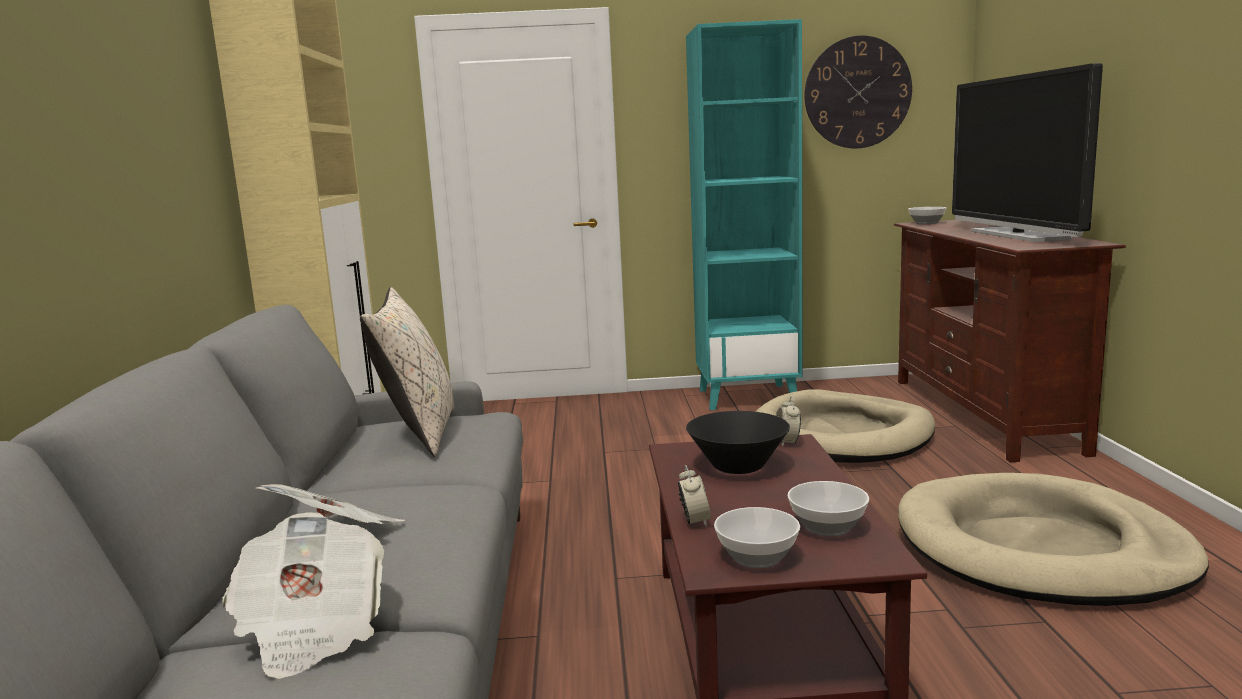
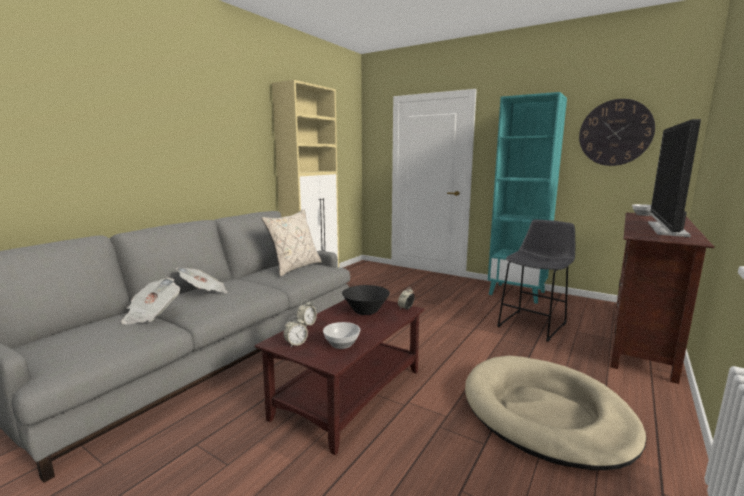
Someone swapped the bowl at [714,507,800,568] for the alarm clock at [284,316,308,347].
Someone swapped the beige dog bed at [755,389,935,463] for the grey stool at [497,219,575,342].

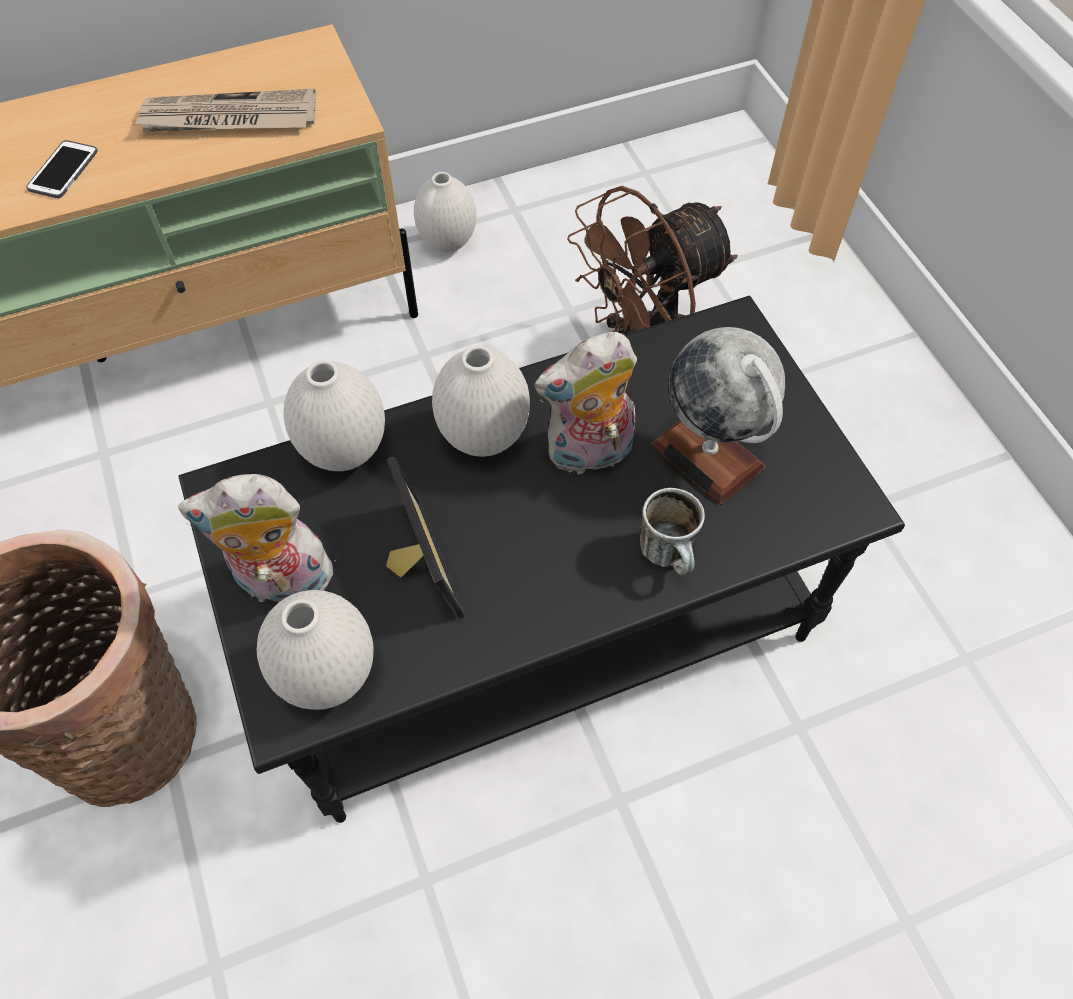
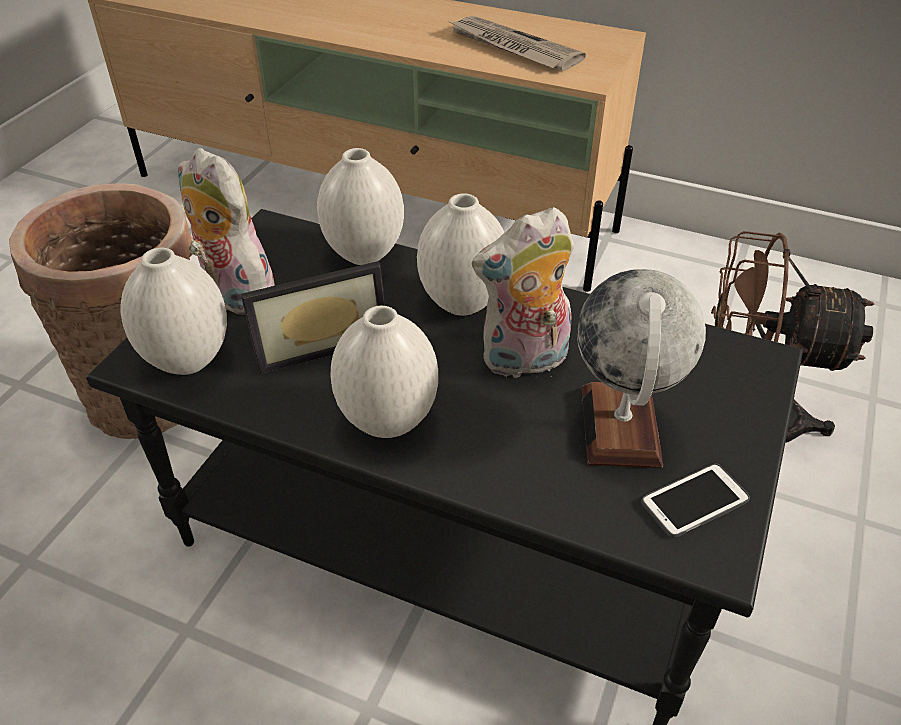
Someone rotated the picture frame at [386,457,465,620] by 45 degrees clockwise.
Someone carried the white vase from [414,172,477,252] to [331,306,438,438].
Someone rotated the plush toy at [534,332,637,474] by 45 degrees counterclockwise.
Someone carried the phone from [26,140,98,198] to [641,464,750,538].
Someone took away the mug at [640,488,705,575].

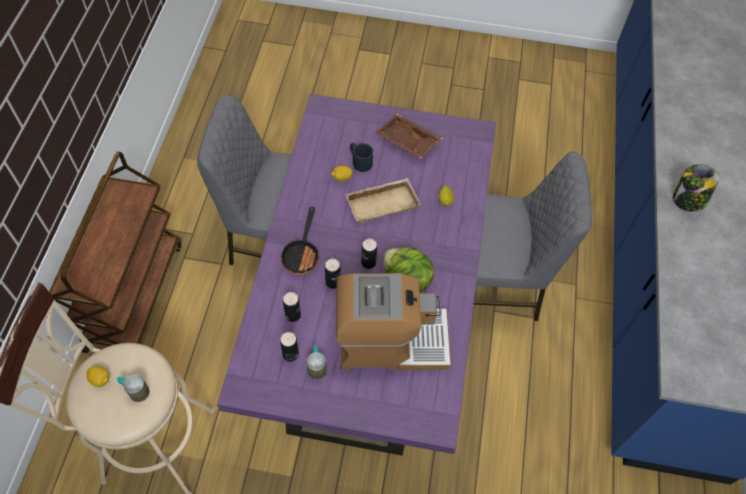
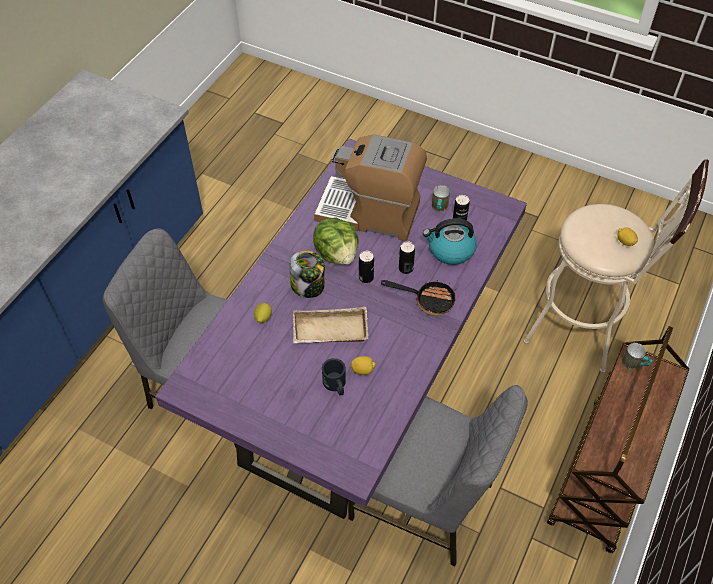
Someone carried the jar from [673,164,720,212] to [290,251,325,298].
Someone rotated the frying pan at [280,207,320,275] by 75 degrees clockwise.
Someone swapped the can at [283,292,301,322] for the kettle at [423,218,477,265].
Someone carried the mug from [117,374,150,402] to [622,343,652,370].
Someone took away the brown tray at [375,114,443,159].

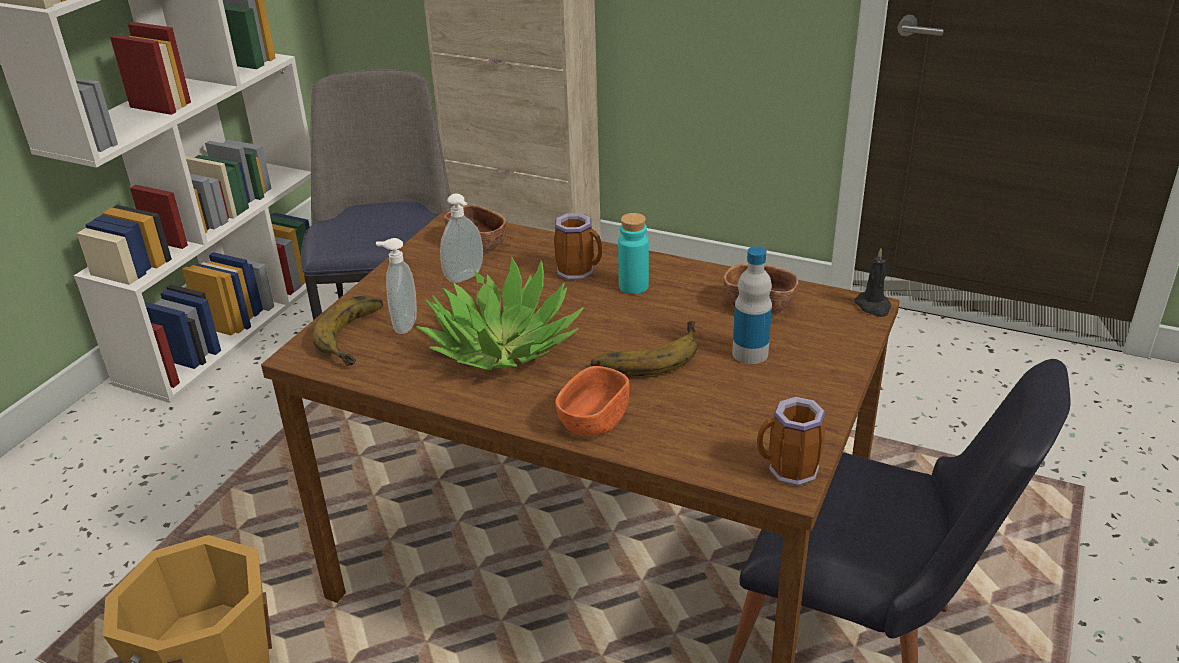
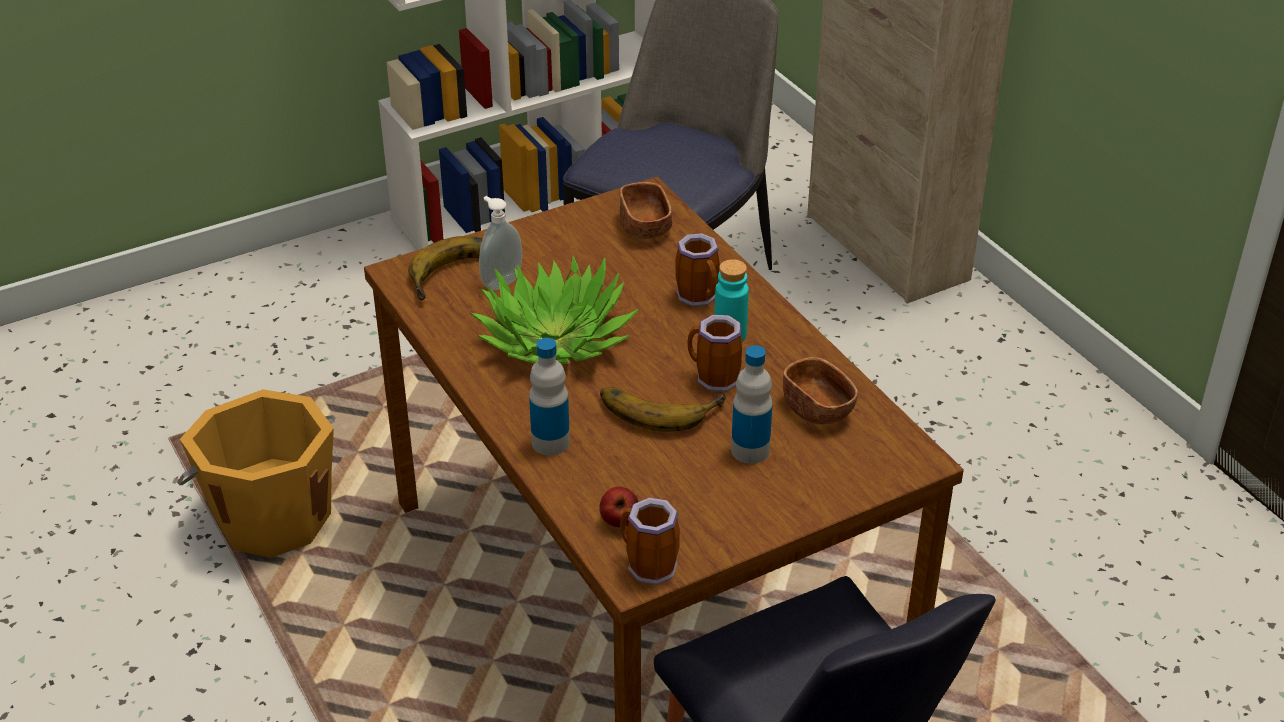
Someone swapped the orange bowl at [555,366,629,436] for the bottle at [529,338,570,456].
Someone put down the apple at [599,487,638,527].
Someone put down the mug at [687,315,742,392].
Someone took away the soap dispenser at [440,193,483,283].
Someone took away the black candle at [854,248,891,317].

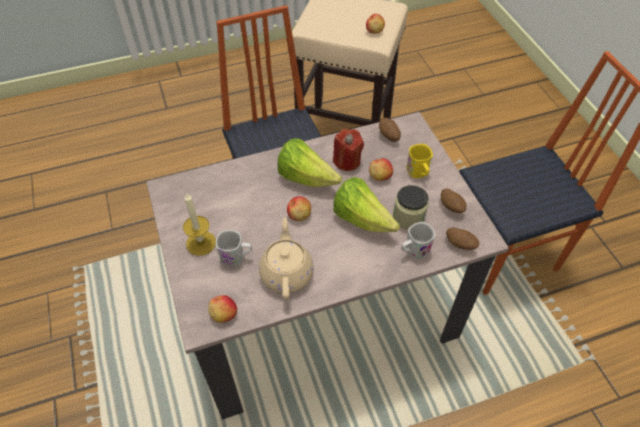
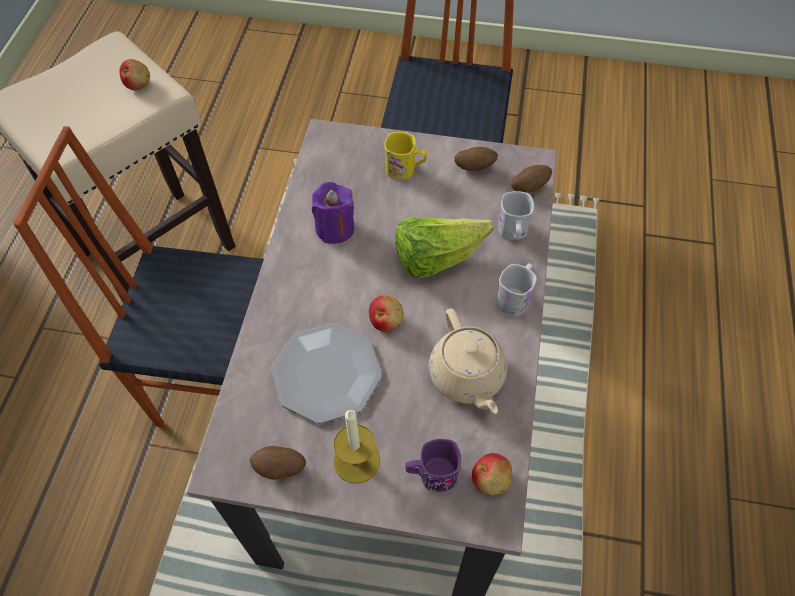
Someone carried the potato from [379,118,401,142] to [250,446,306,480].
Someone put down the plate at [271,323,382,424].
Someone repainted the red candle at [333,129,364,171], which became the purple candle at [312,182,354,244].
Someone put down the purple mug at [405,439,461,492].
Someone rotated the beige teapot at [259,218,314,300] by 135 degrees counterclockwise.
Someone carried the white mug from [216,230,252,267] to [496,263,537,316].
Someone took away the lettuce at [277,138,342,187].
Someone took away the apple at [369,158,393,181].
Someone took away the jar at [393,185,429,230].

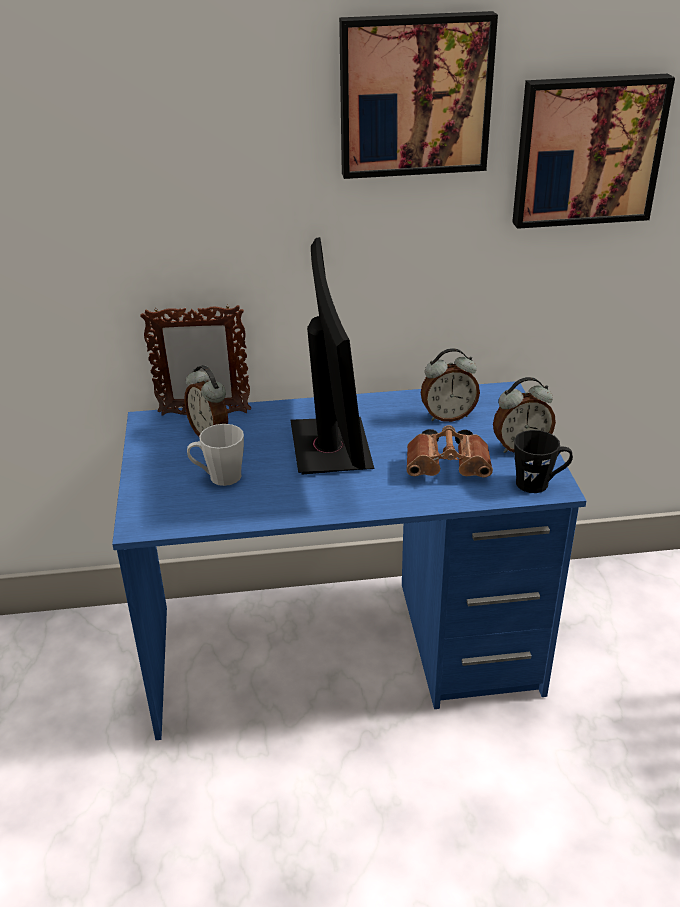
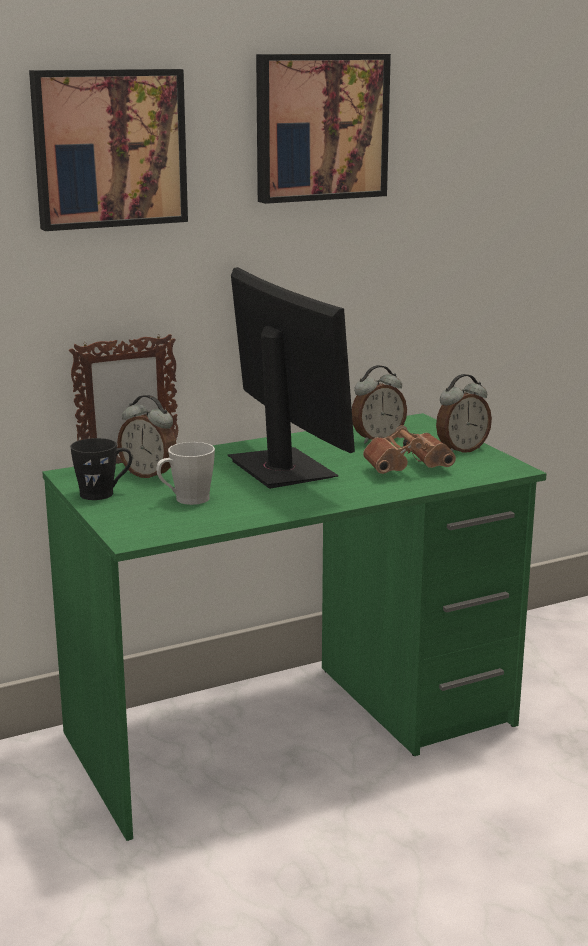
Someone carried the picture from [512,74,675,229] to [29,69,188,231].
Someone repainted the blue desk at [112,381,586,740], which became the green desk at [42,413,547,841].
Someone carried the black mug from [514,430,573,493] to [70,438,132,500].

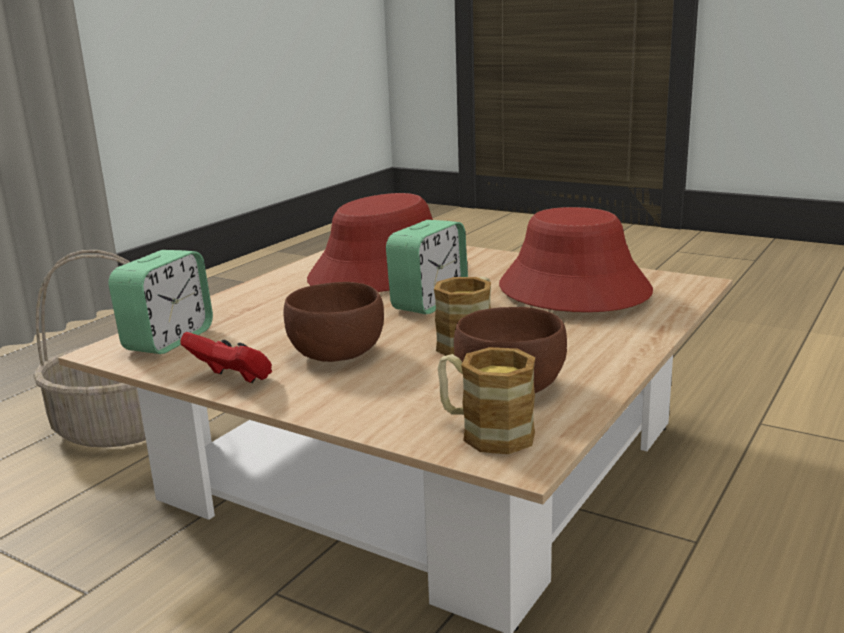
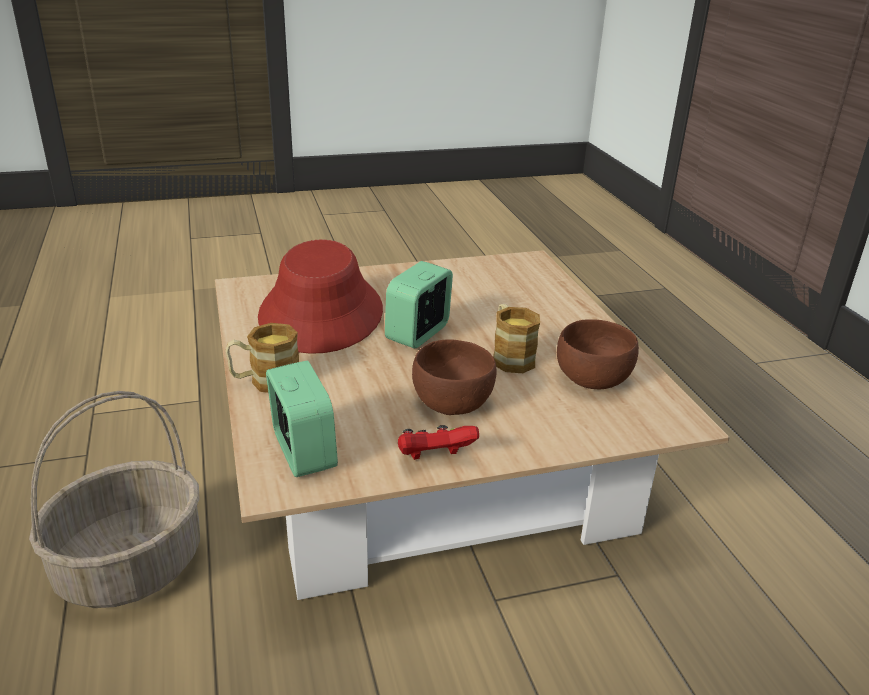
Someone carried the mug from [438,347,535,454] to [225,323,299,393].
Someone rotated the alarm clock at [386,220,468,314] by 135 degrees counterclockwise.
Someone took away the red hat at [499,207,653,312].

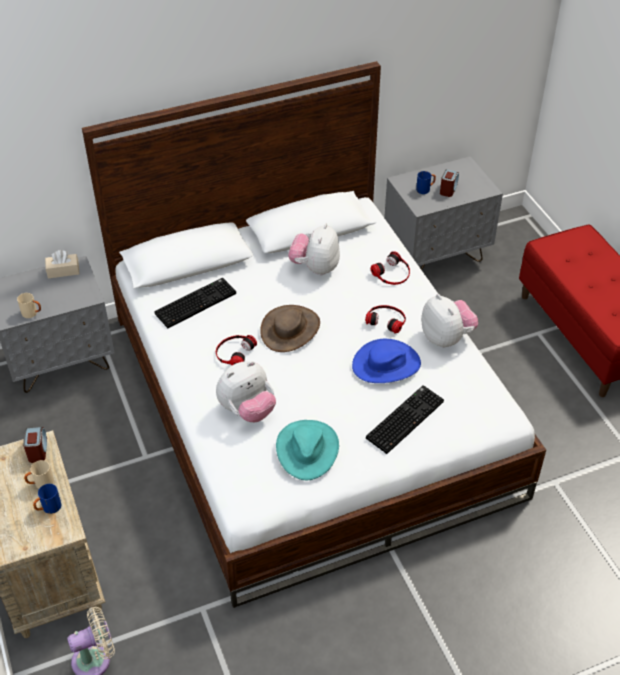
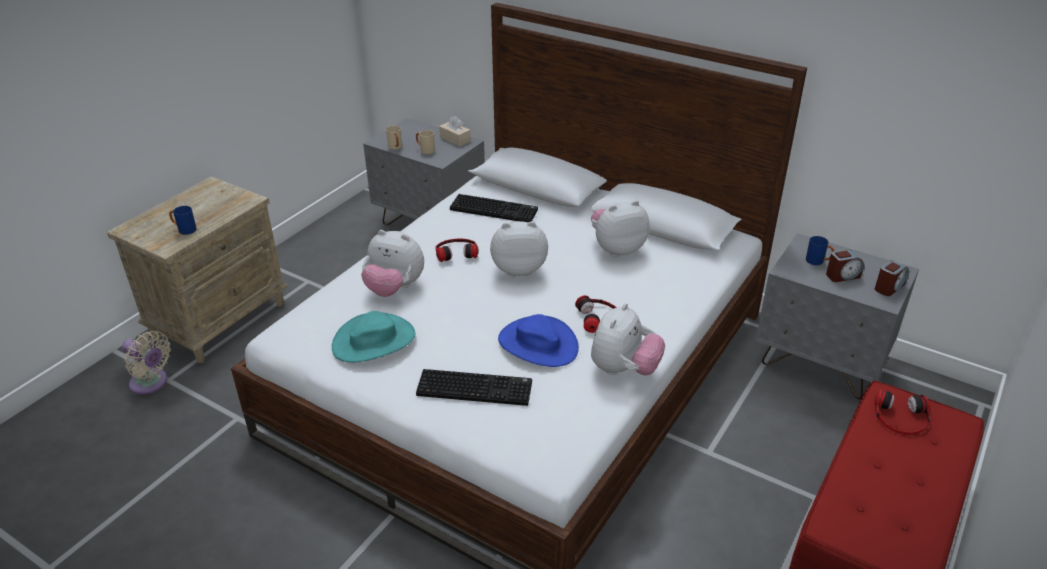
Someone carried the beige mug from [24,460,54,489] to [416,130,435,154].
Someone swapped the brown hat at [260,305,320,352] for the plush toy at [490,221,548,277].
Someone carried the headphones from [371,251,410,285] to [874,389,930,435].
Someone carried the alarm clock from [23,427,47,463] to [875,260,909,296].

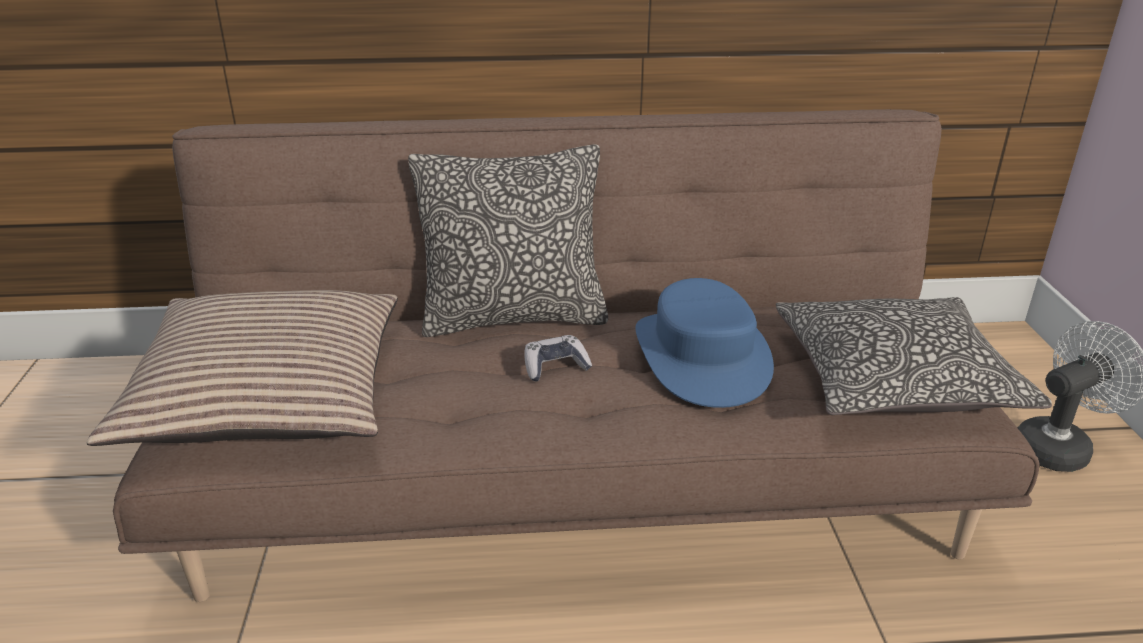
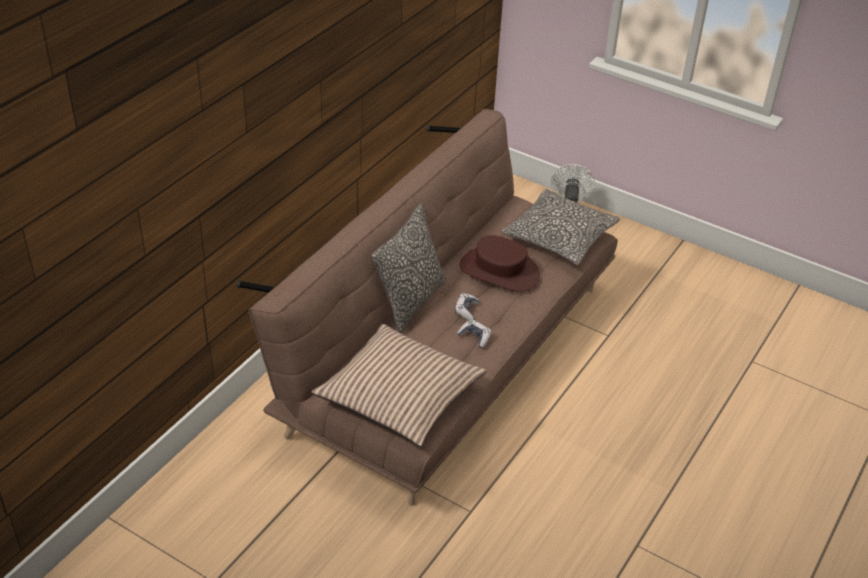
Someone put down the game controller at [457,320,491,348].
Someone repainted the blue hat at [635,278,774,408], which became the brown hat at [460,235,540,292].

